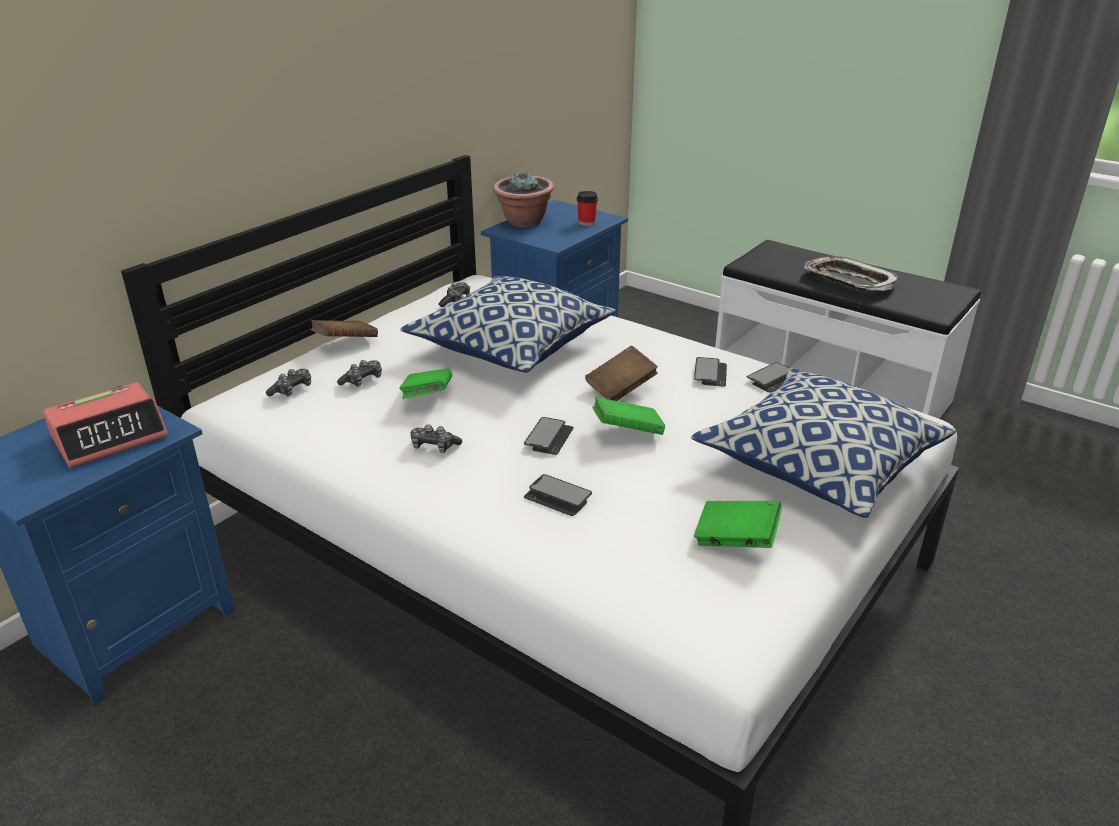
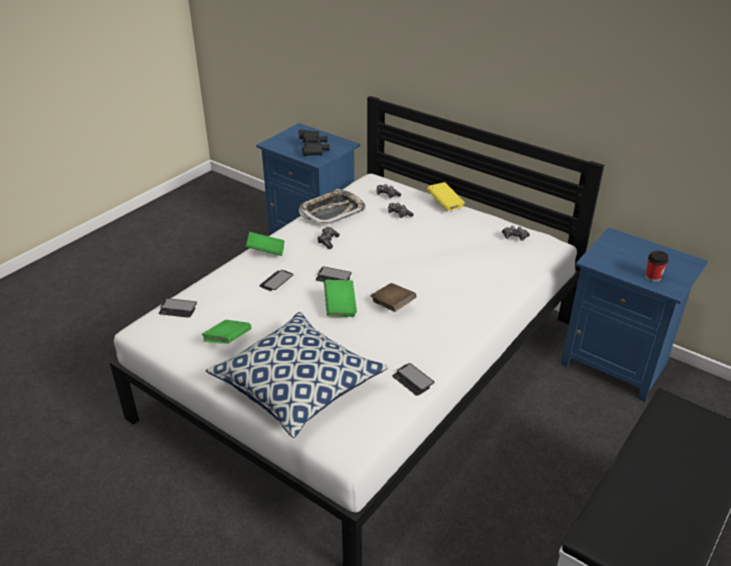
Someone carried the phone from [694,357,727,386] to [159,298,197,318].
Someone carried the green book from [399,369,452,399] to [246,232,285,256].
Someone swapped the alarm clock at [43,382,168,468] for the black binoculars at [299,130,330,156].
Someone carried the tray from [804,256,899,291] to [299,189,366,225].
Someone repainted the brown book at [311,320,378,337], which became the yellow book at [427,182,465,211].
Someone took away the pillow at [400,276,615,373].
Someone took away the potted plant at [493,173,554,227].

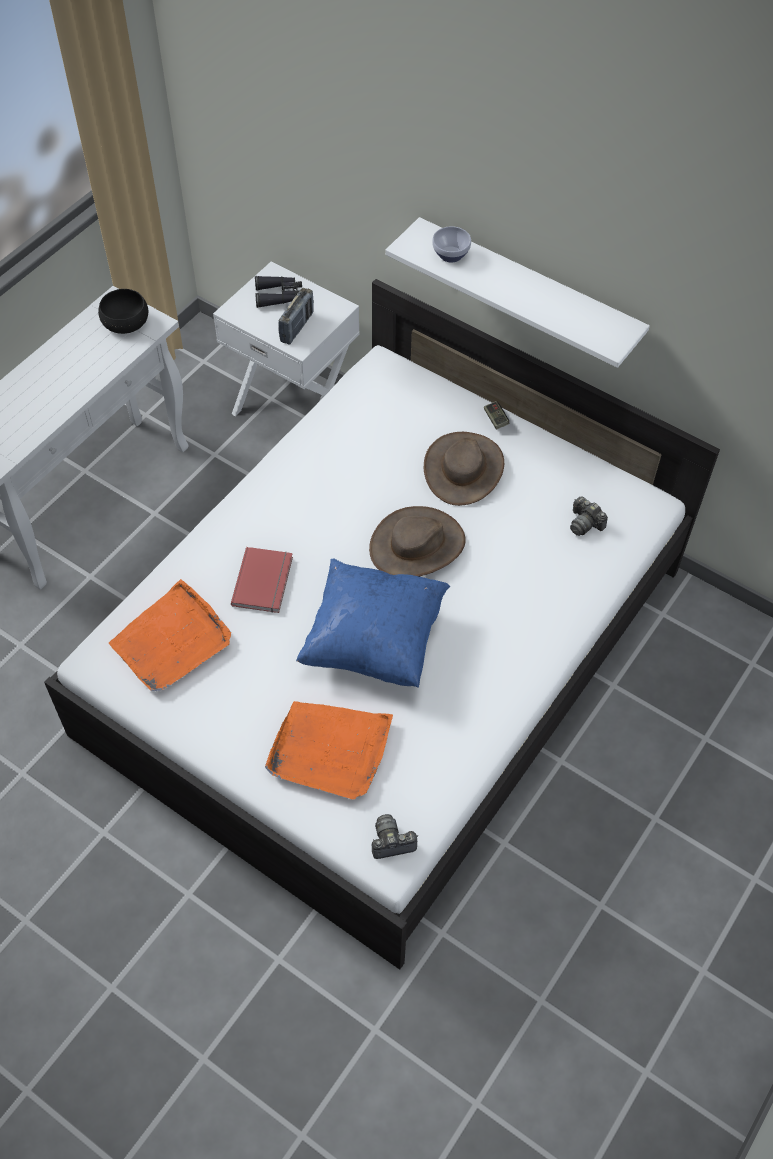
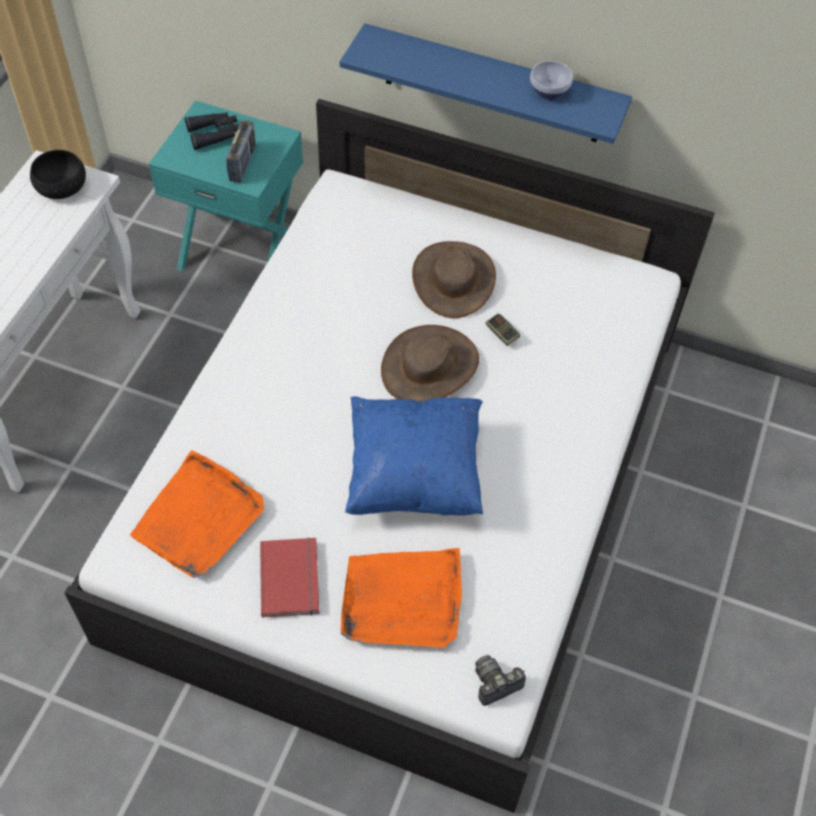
Someone repainted the white nightstand at [213,262,359,416], which became the turquoise nightstand at [149,100,303,271].
Someone carried the red book from [231,547,293,613] to [260,538,319,617].
Someone repainted the white shelf at [385,217,650,368], which became the blue shelf at [340,23,632,144].
Someone carried the game controller from [484,401,509,430] to [486,313,520,346].
Someone carried the bowl from [432,226,471,262] to [530,61,573,100].
Someone took away the photo camera at [570,496,608,536].

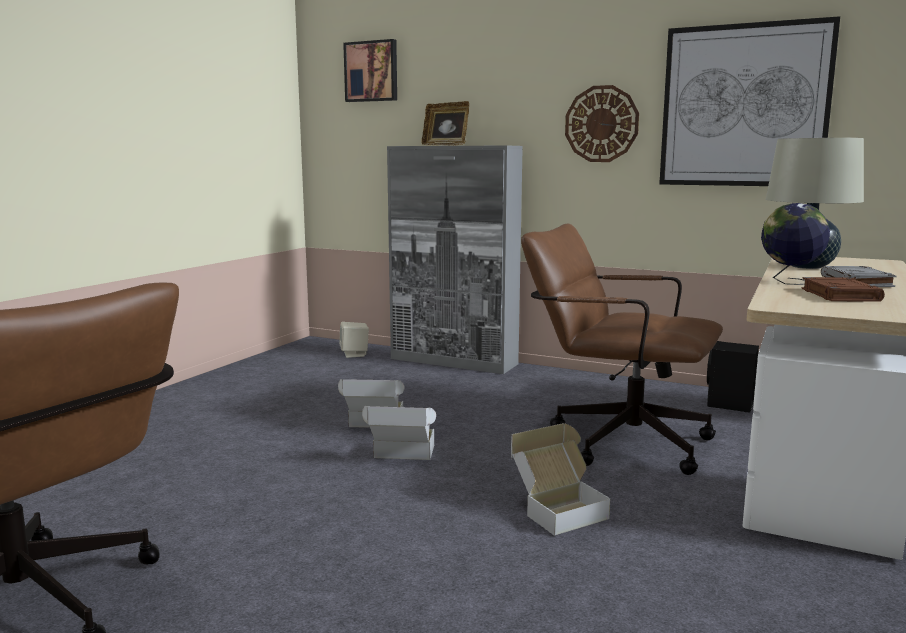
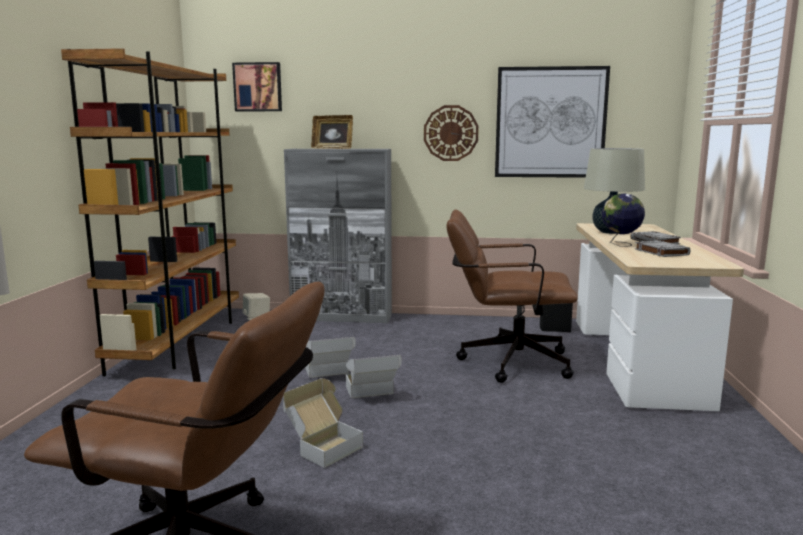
Someone put down the brown bookcase at [61,48,239,376].
Someone carried the cardboard box from [511,423,610,536] to [283,378,363,468].
Someone repainted the brown book at [802,277,885,302], which became the grey book at [635,240,691,257].

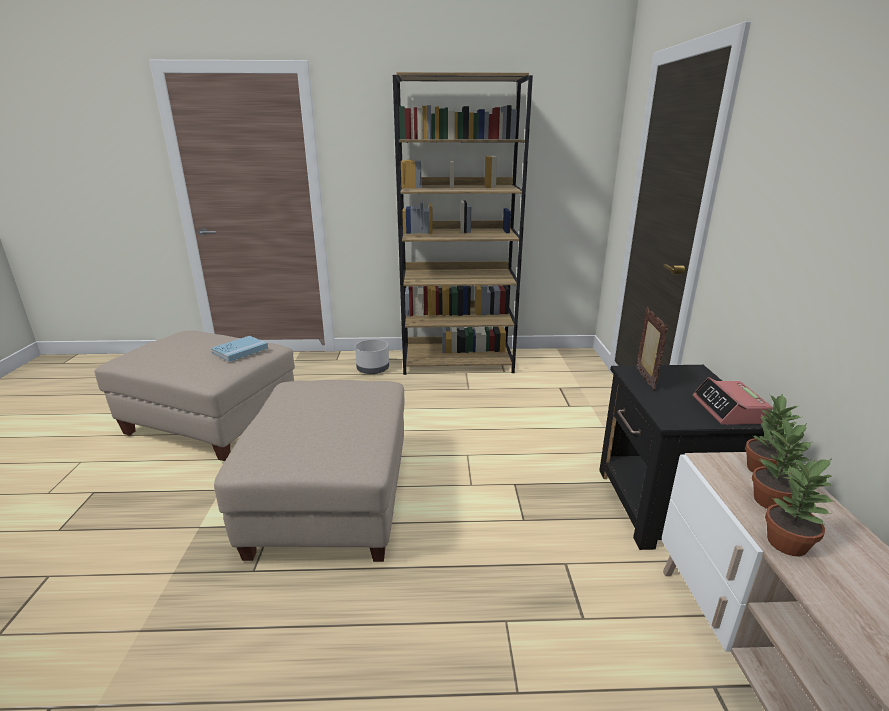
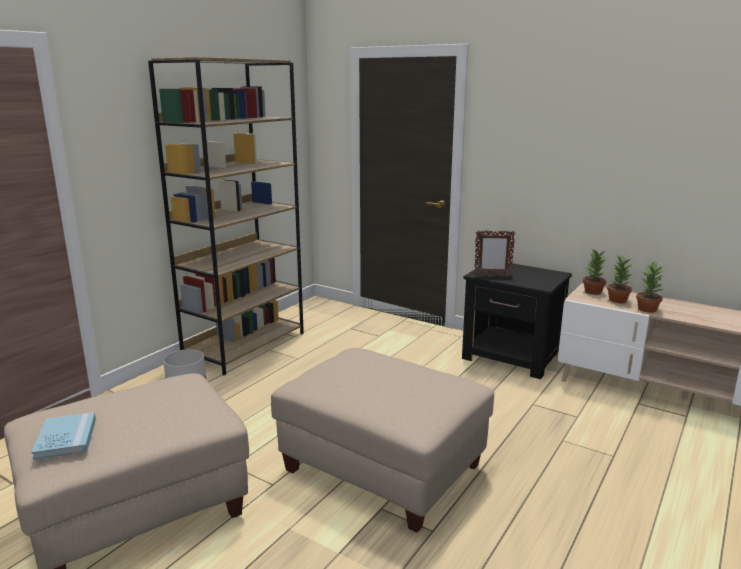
Someone carried the blue book from [211,336,268,362] to [32,412,96,460].
Someone rotated the picture frame at [636,307,668,391] by 150 degrees clockwise.
Someone took away the alarm clock at [693,377,773,425].

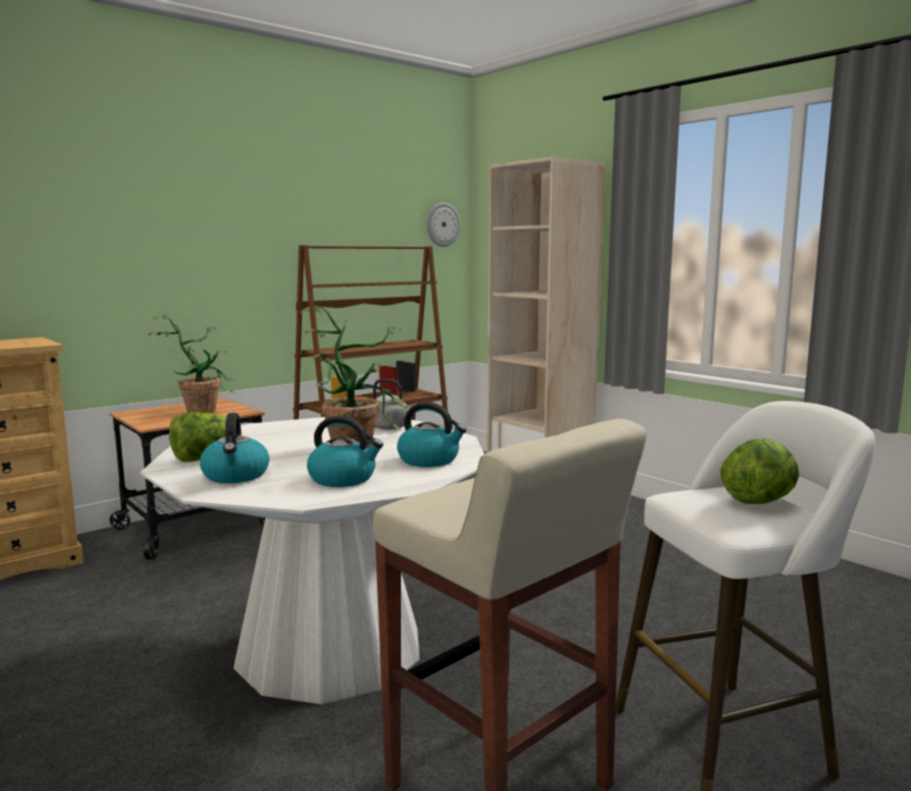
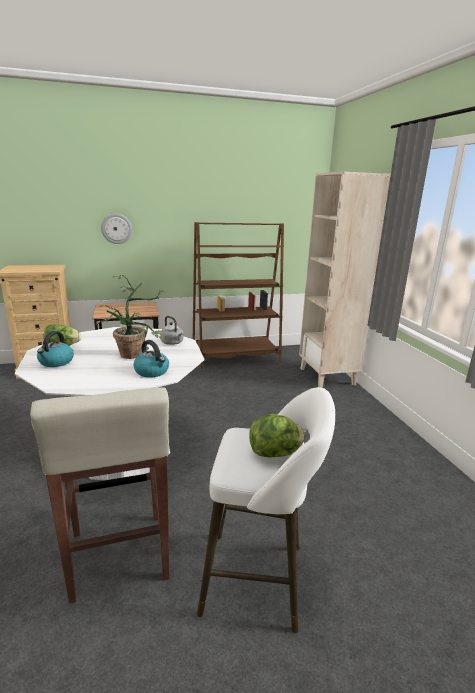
Someone carried the wall clock from [427,202,460,247] to [101,213,132,244].
Someone took away the potted plant at [148,315,235,413].
Someone took away the kettle at [307,416,383,487].

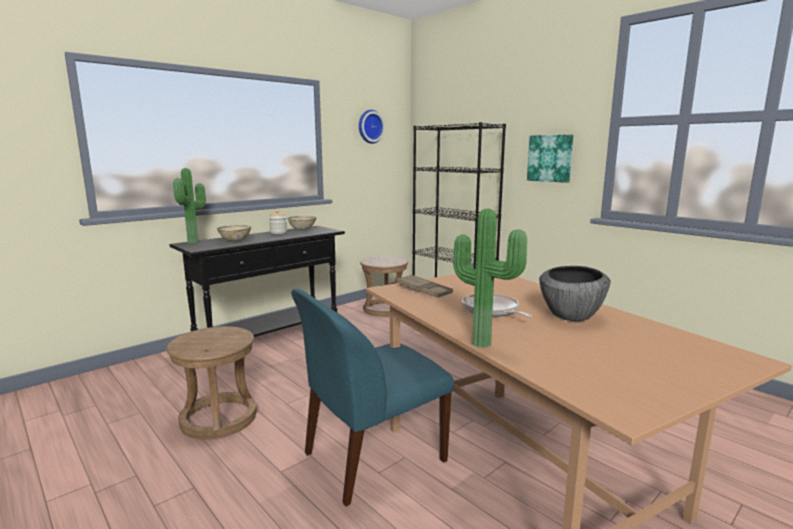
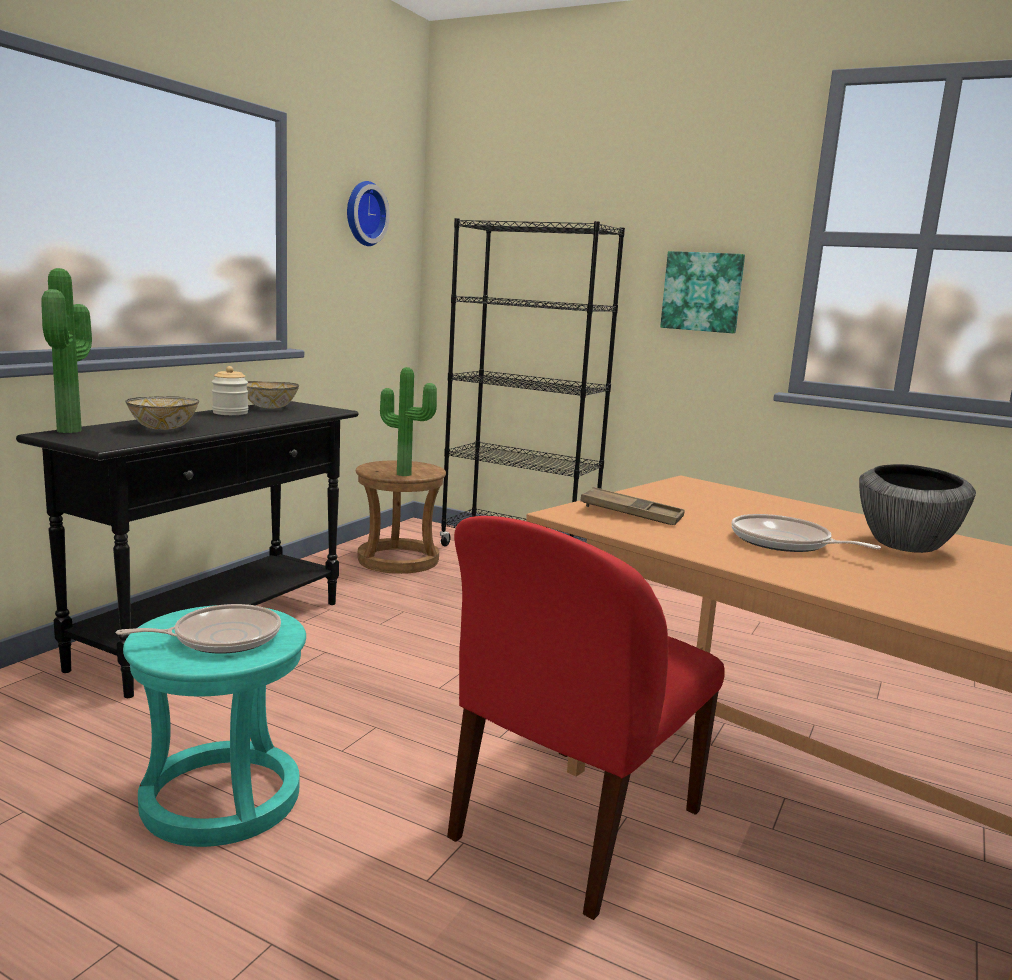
Someone put down the frying pan at [116,604,281,654].
Someone repainted the brown stool at [166,326,257,440], which became the turquoise stool at [123,605,306,847].
Someone carried the potted plant from [453,209,527,348] to [380,367,437,476].
Someone repainted the blue chair at [291,289,454,506], which became the red chair at [447,516,725,920].

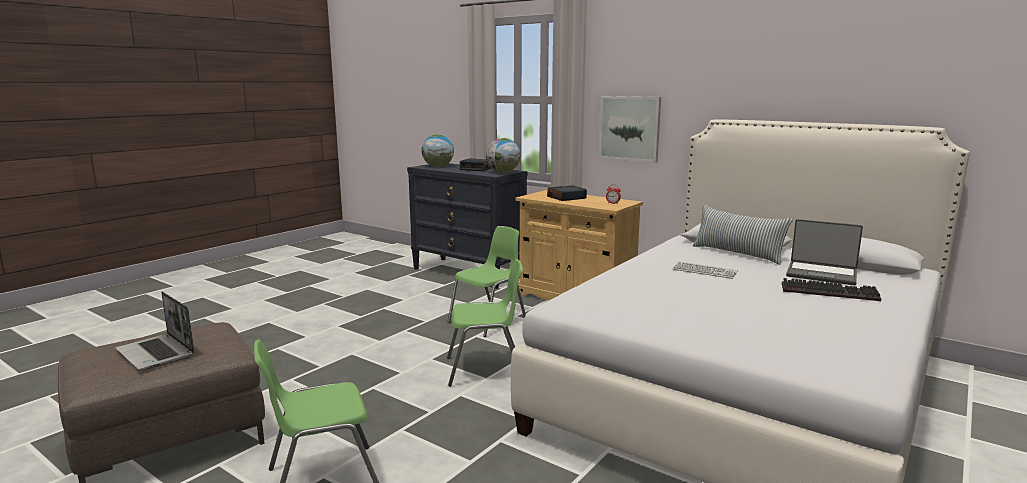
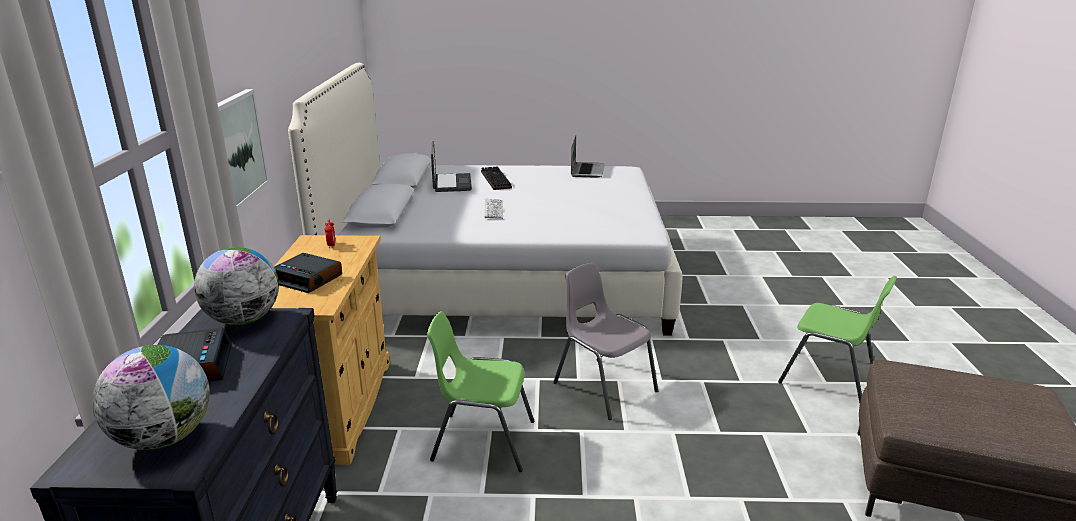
Someone repainted the green chair at [447,259,523,387], which became the grey chair at [553,263,658,420].
Someone carried the laptop from [116,291,195,370] to [571,136,605,178].
Someone took away the pillow at [693,205,793,265].

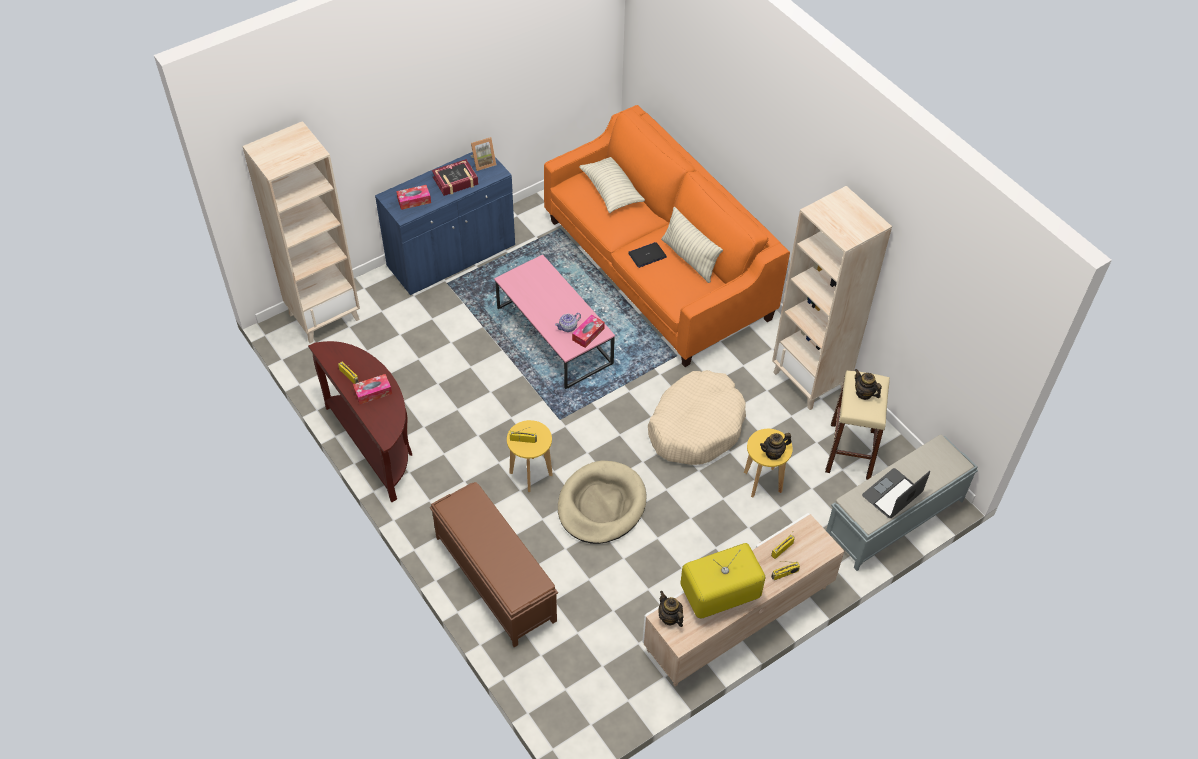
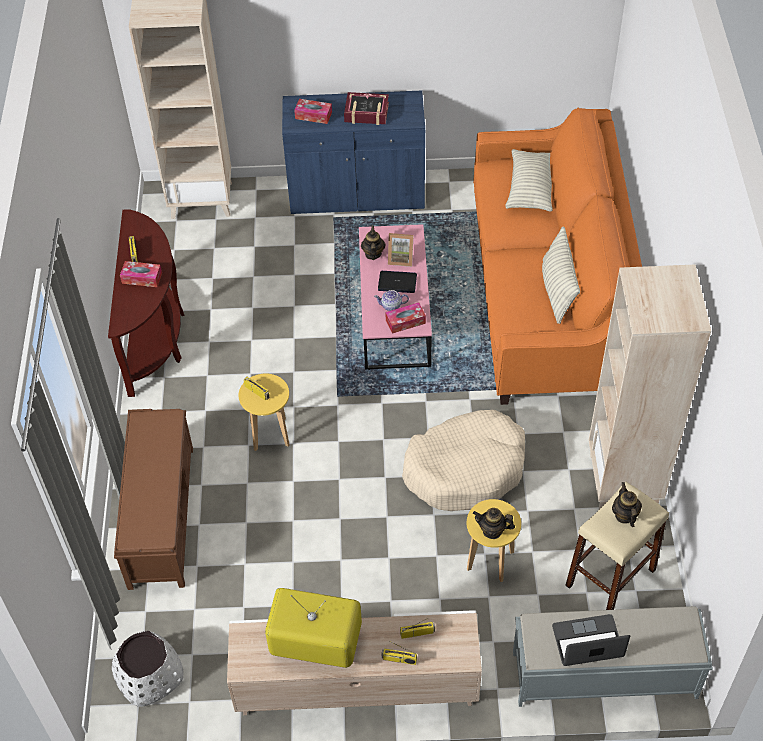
Someone put down the white planter at [112,631,183,707].
Someone carried the teapot from [658,591,684,627] to [361,225,386,260].
Someone carried the laptop from [628,242,667,268] to [378,271,417,293].
Someone carried the picture frame from [471,137,496,171] to [388,233,413,267].
Someone took away the beige dog bed at [558,461,646,544].

